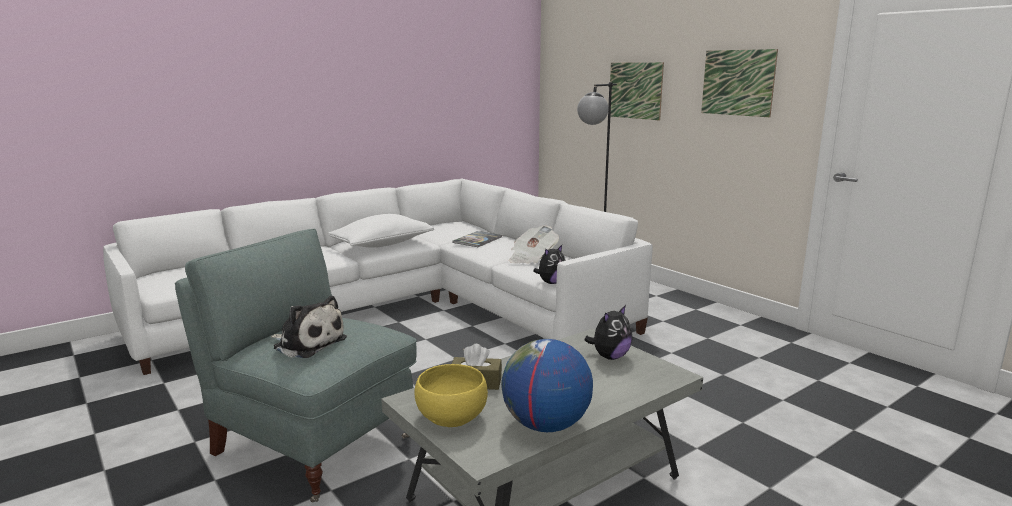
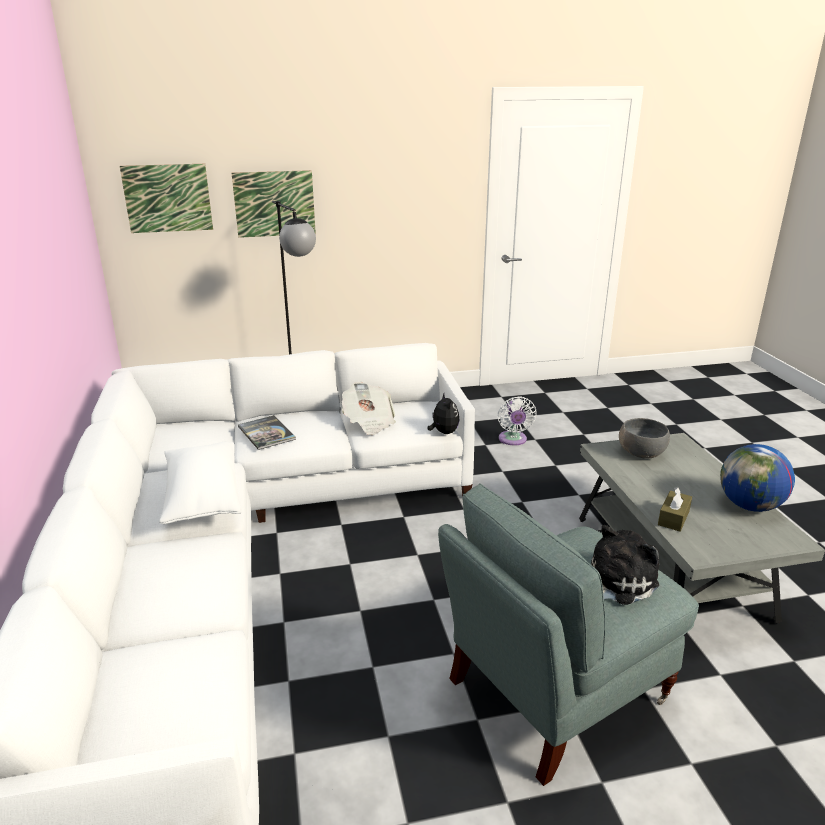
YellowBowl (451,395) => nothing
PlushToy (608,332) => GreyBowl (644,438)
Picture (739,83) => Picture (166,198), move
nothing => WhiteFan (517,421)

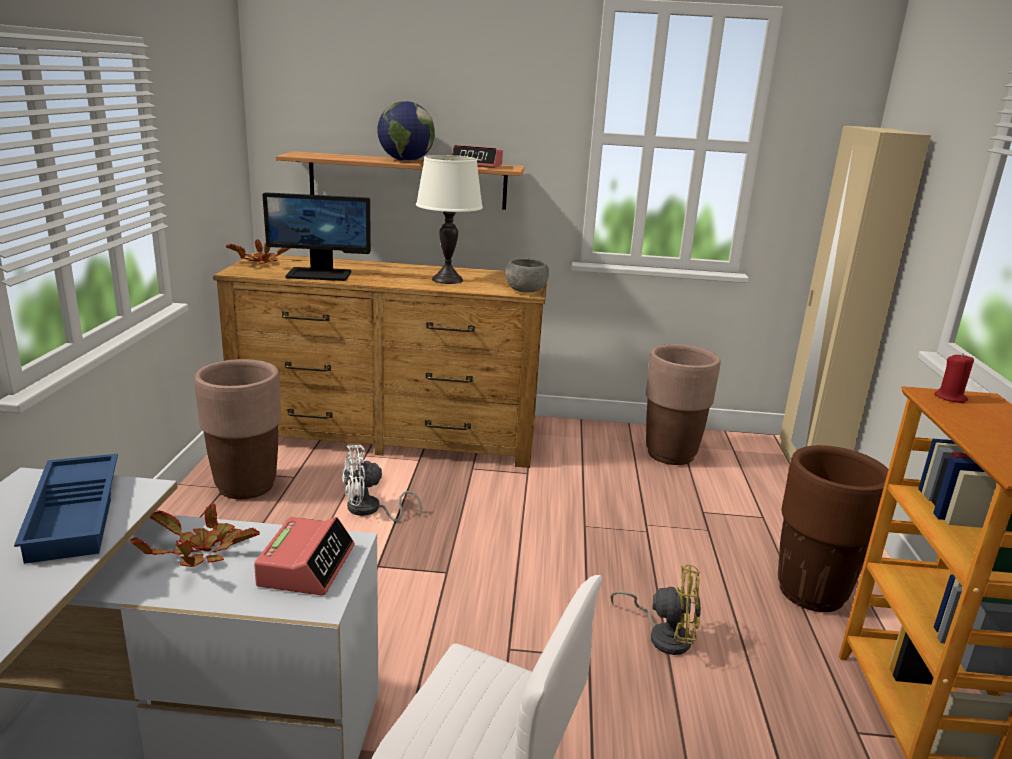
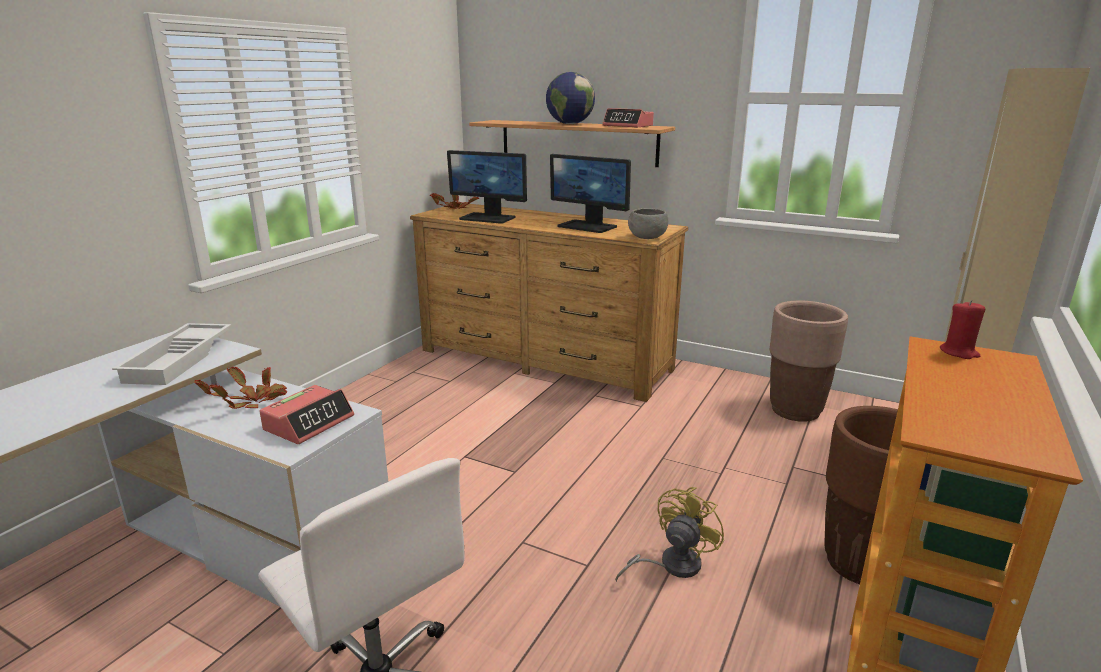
BlueTray (66,509) => WhiteTray (171,354)
BrownPlanter (237,429) => nothing
WhiteFan (382,483) => nothing
WhiteTableLamp (449,219) => Monitor (590,193)
YellowFan (656,610) => YellowFan (669,534), 90 degrees counterclockwise

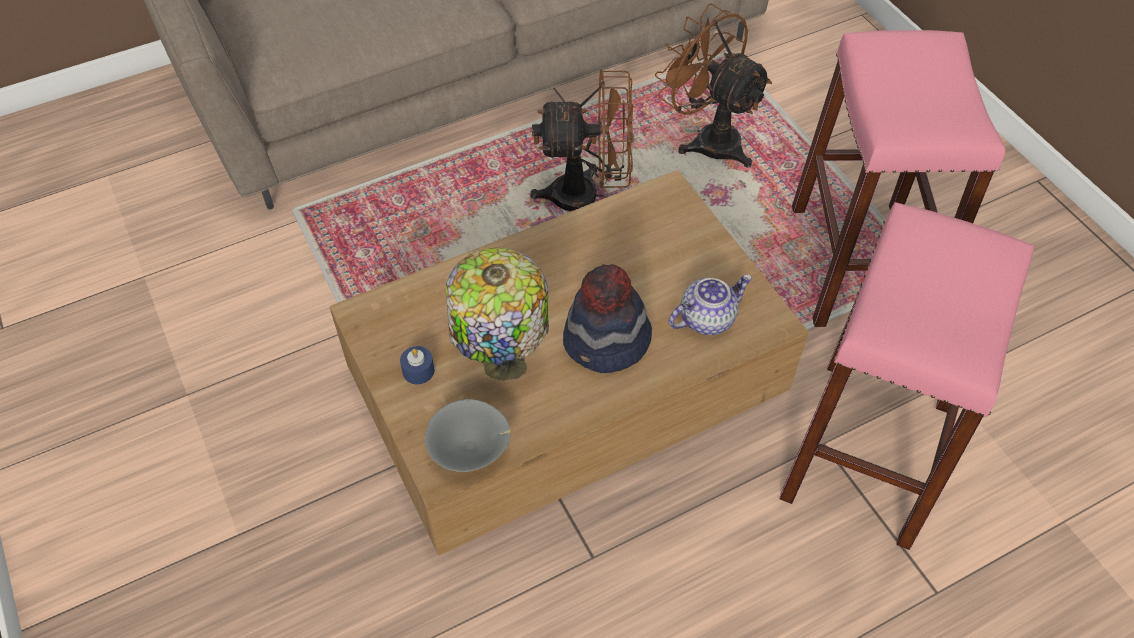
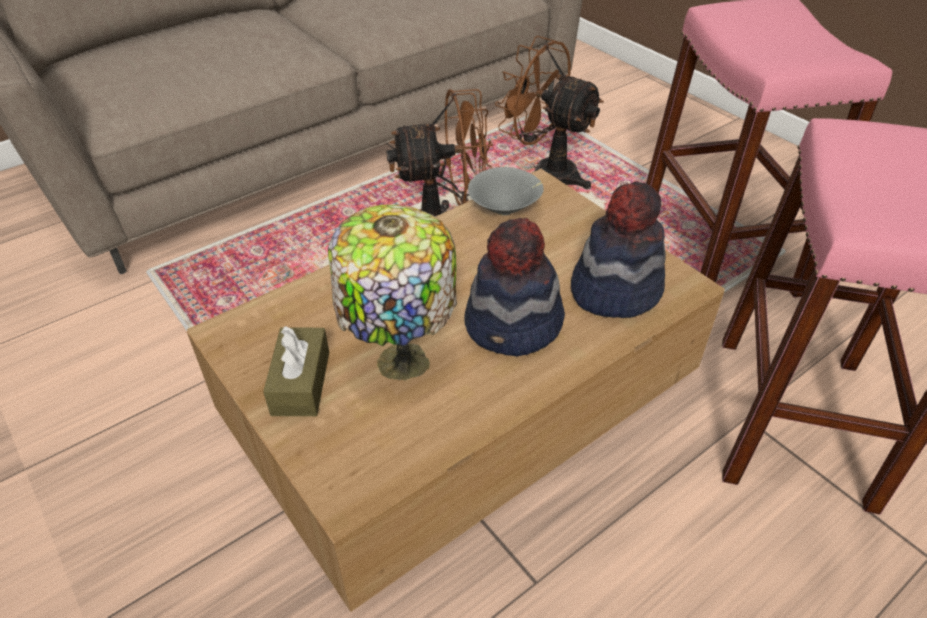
BlueCandle (417,365) => BrownTissueBox (296,371)
GreyBowl (468,435) => GreyBowl (506,191), move
Teapot (710,304) => Hat (618,249)

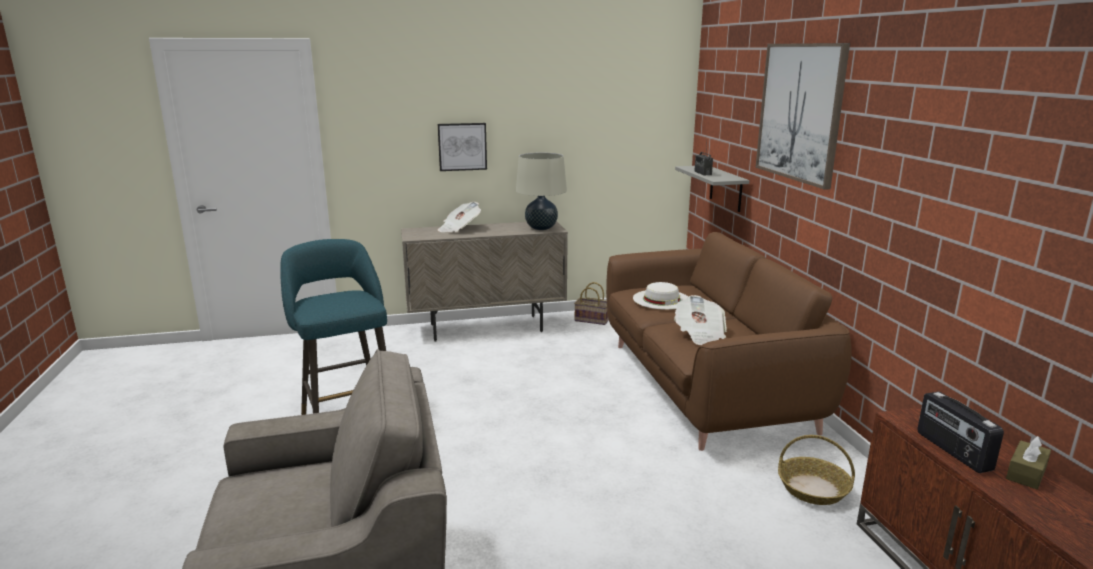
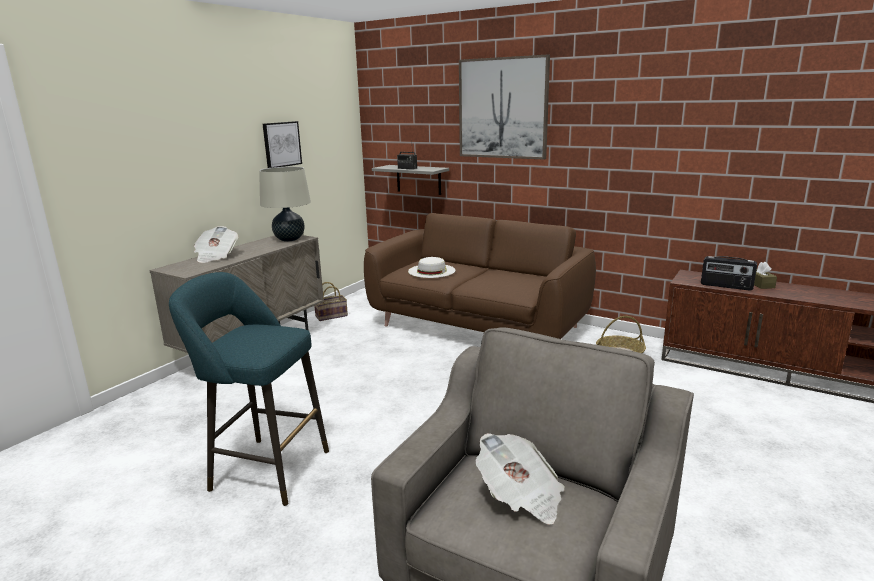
Picture (462,147) => Picture (282,144), move
Newspaper (700,320) => Newspaper (520,478), move

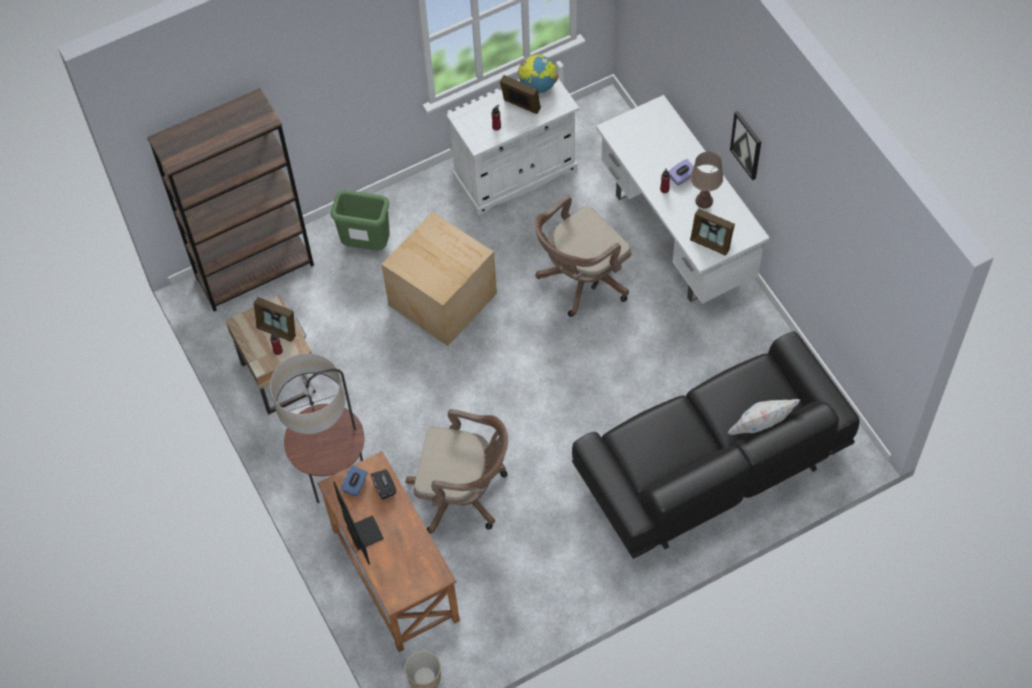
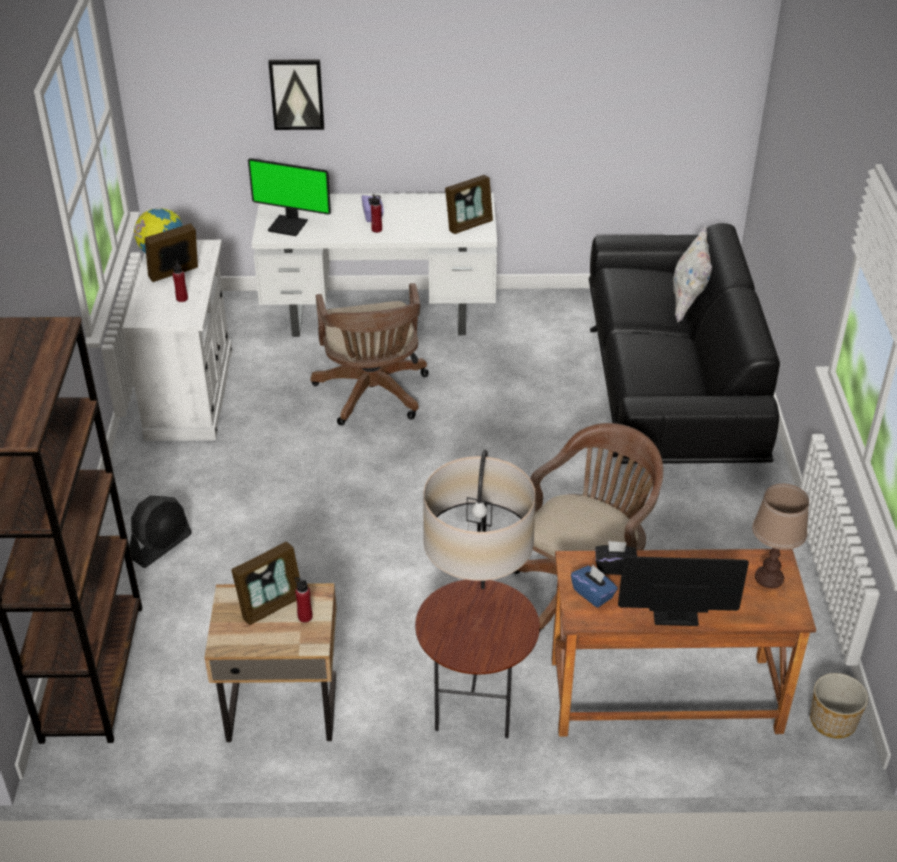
GreenTrashCan (360,220) => BlackFan (160,532)
CardboardBox (439,278) => nothing
BrownTableLamp (706,180) => BrownTableLamp (780,536), move
Picture (746,145) => Picture (296,94), move
nothing => Monitor (289,197)

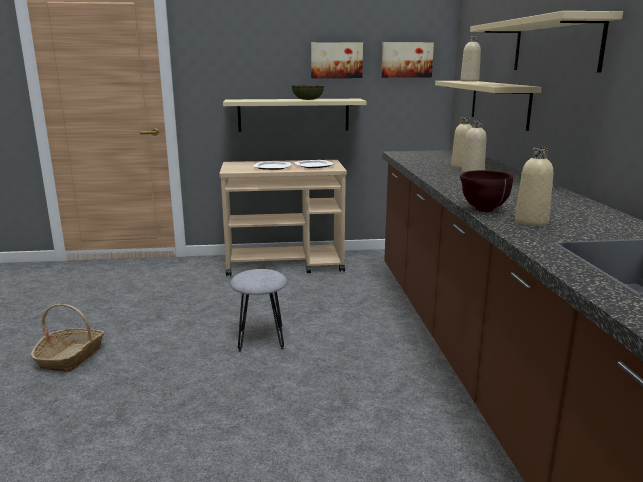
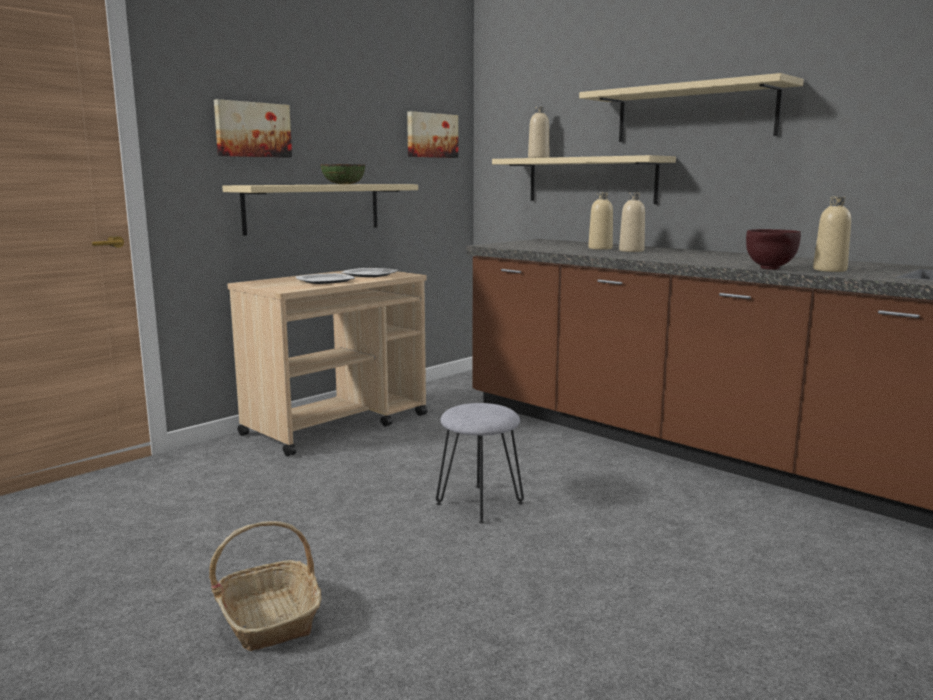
Picture (337,60) => Picture (253,128), move

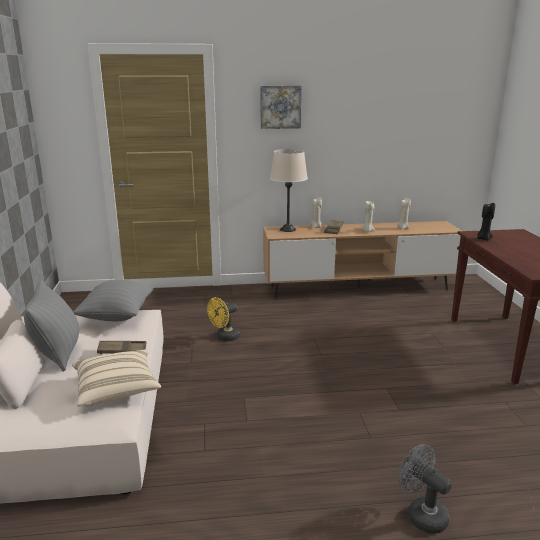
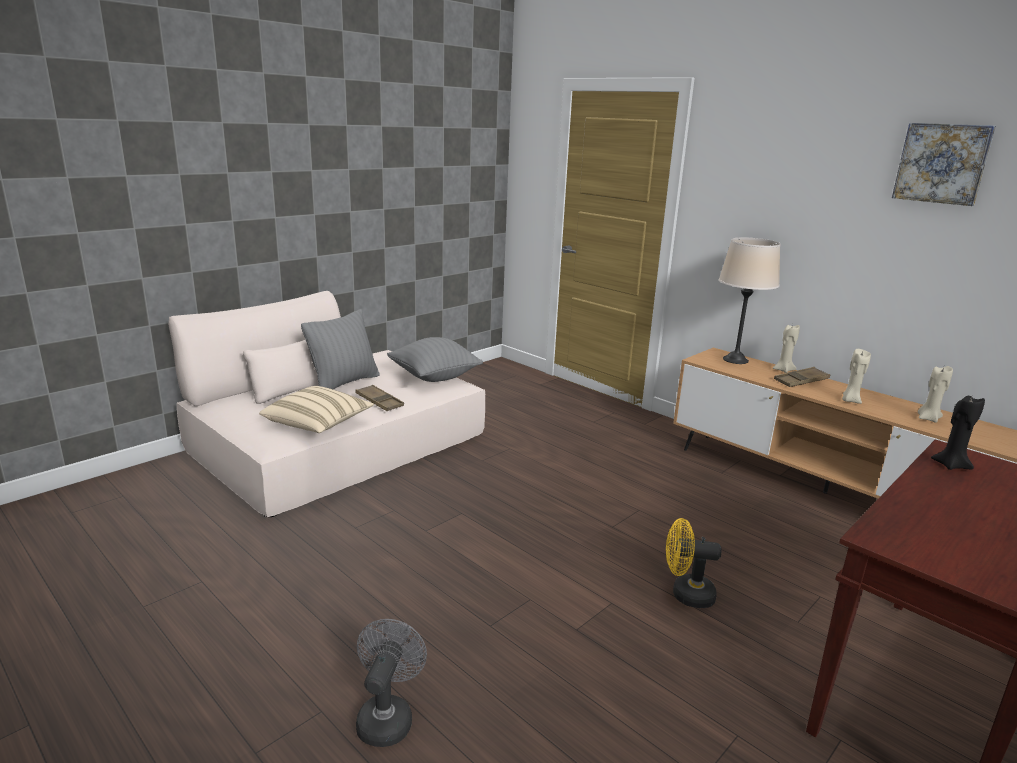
YellowFan (223,319) => YellowFan (694,563), move
Picture (281,107) => Picture (944,164), move

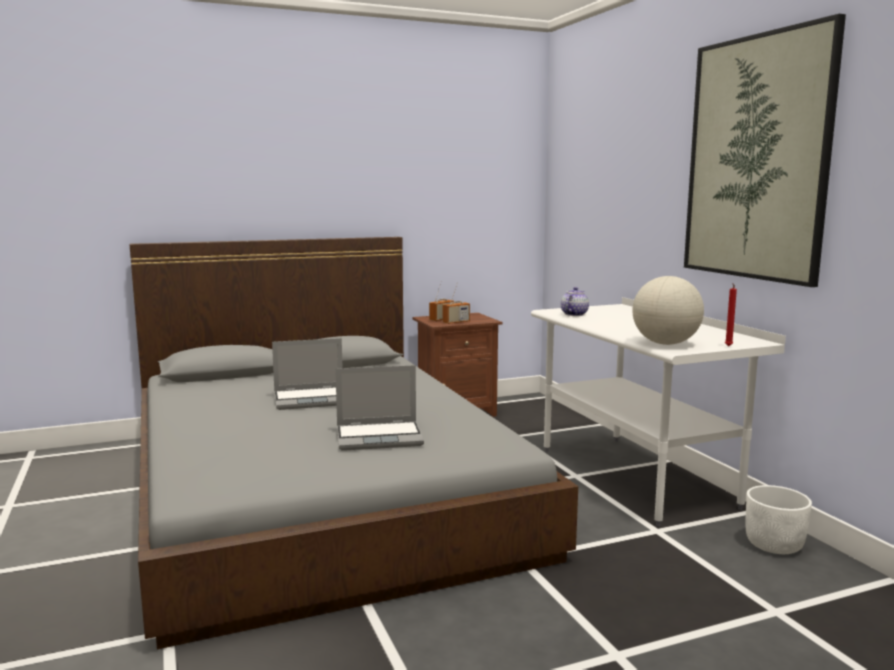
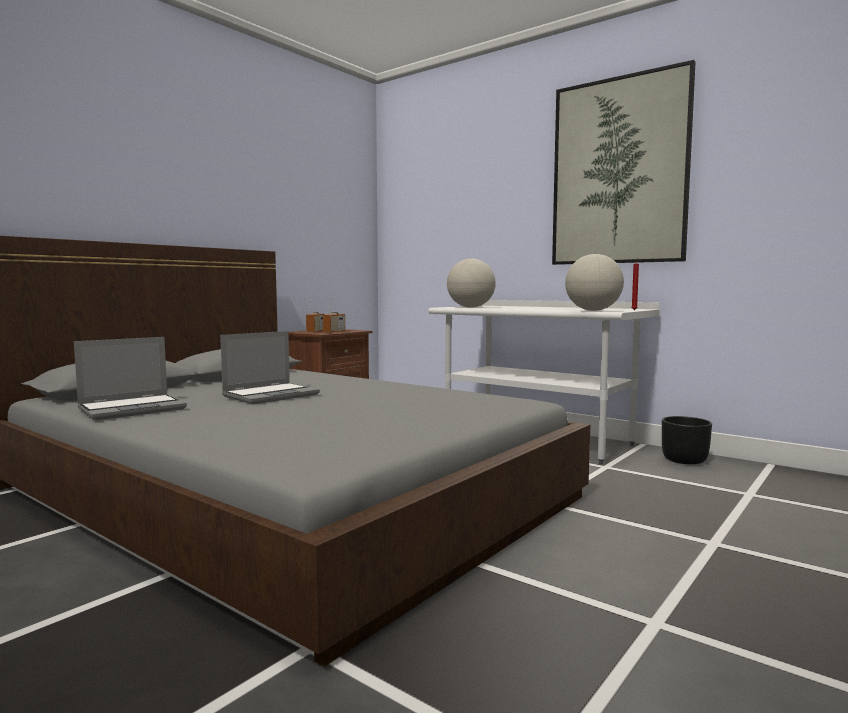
Laptop (379,408) => Laptop (130,378), move
Teapot (575,301) => Globe (471,283)
WhitePlanter (778,519) => BlackPlanter (687,440)

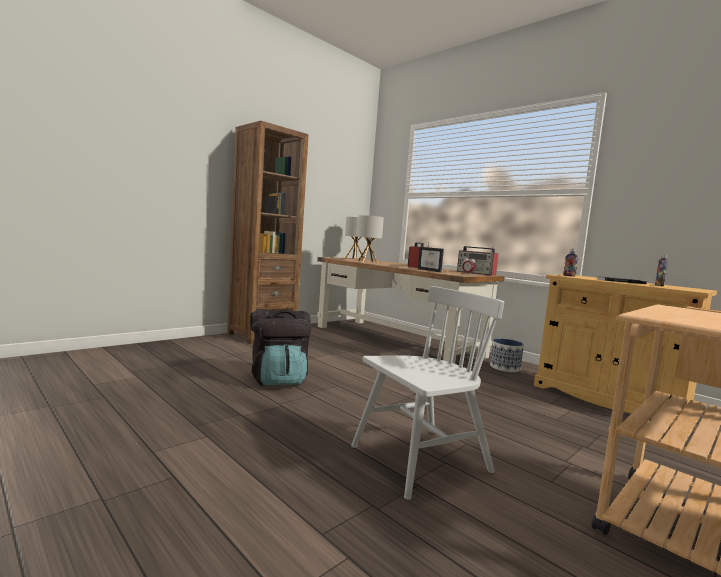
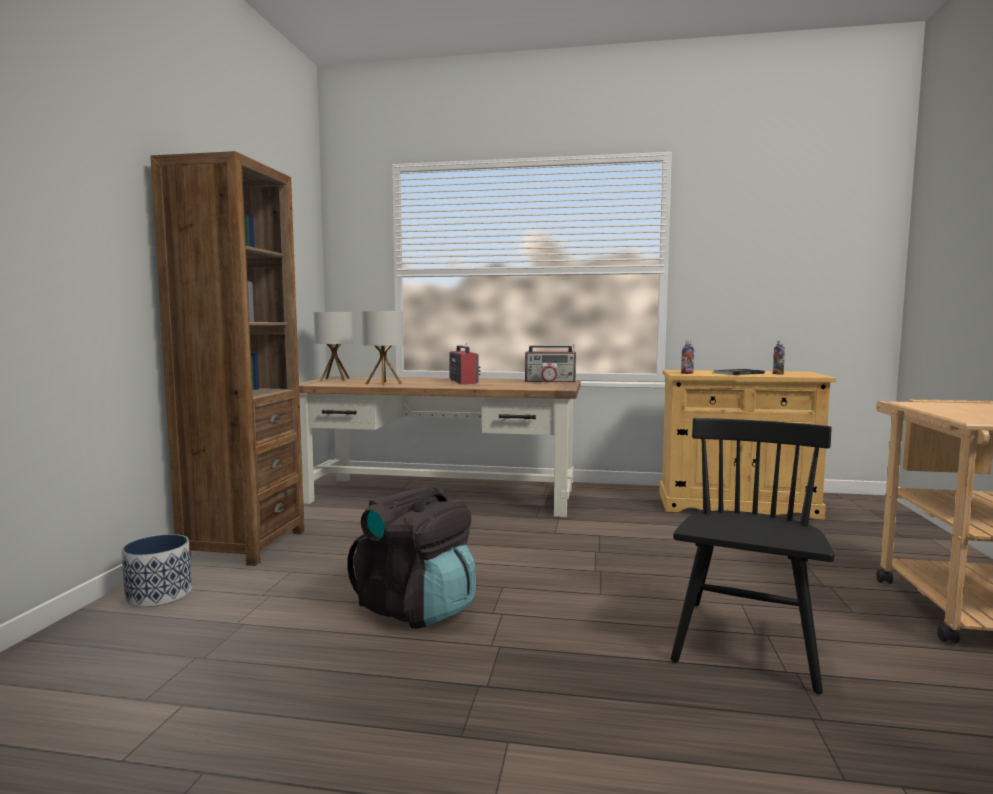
WhiteChair (427,393) => BlackChair (753,556)
PictureFrame (431,259) => nothing
Planter (507,355) => Planter (157,570), move

